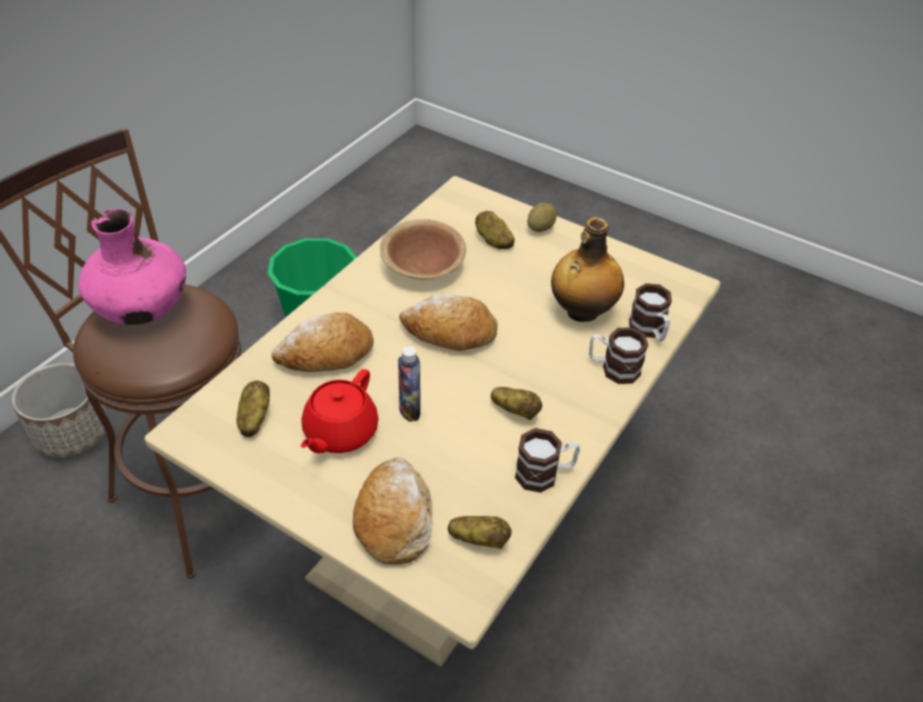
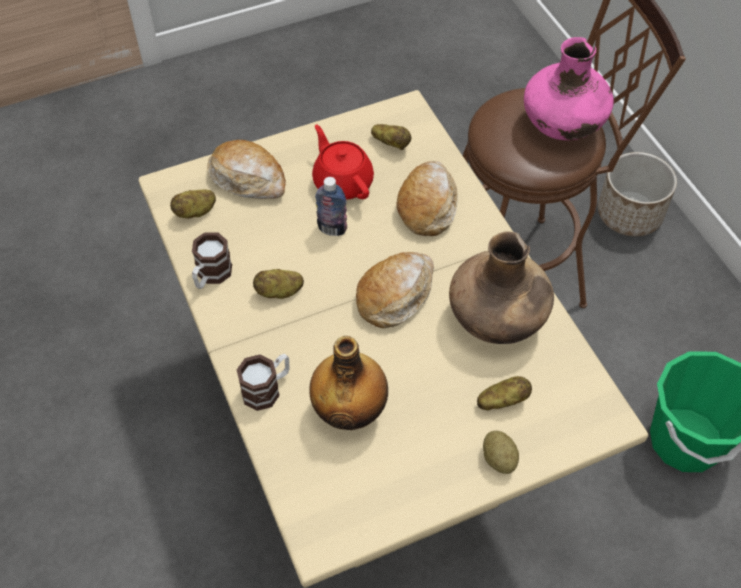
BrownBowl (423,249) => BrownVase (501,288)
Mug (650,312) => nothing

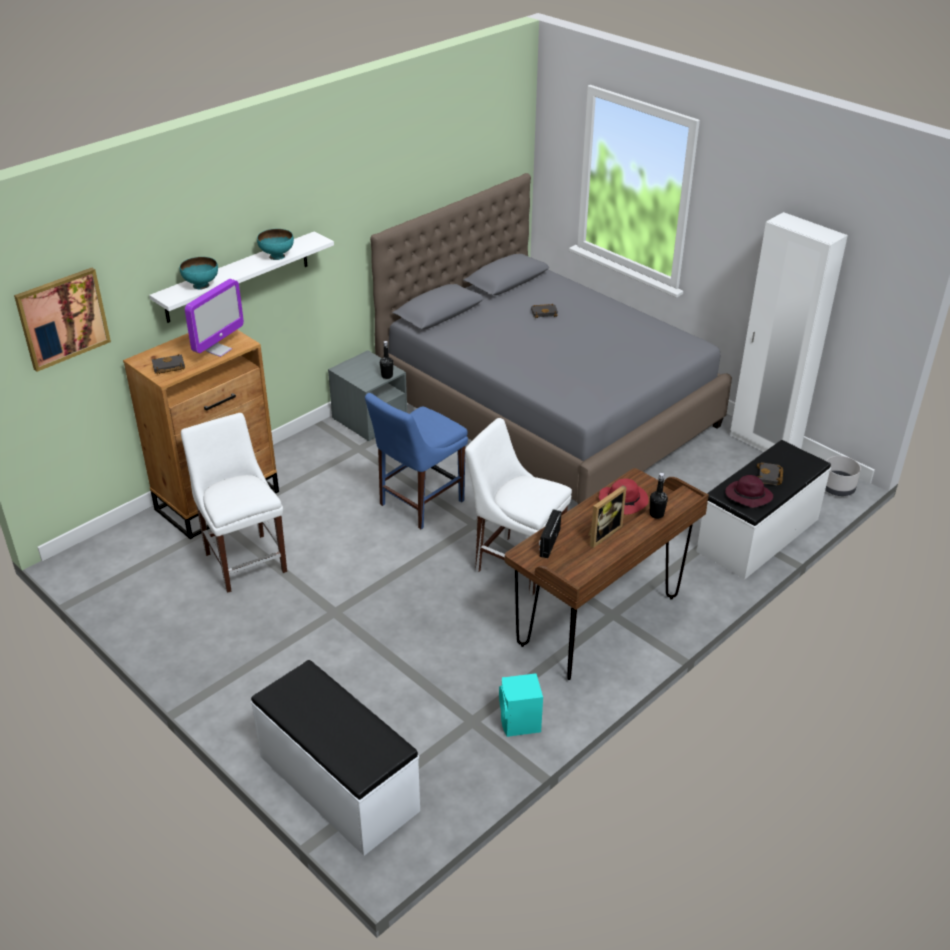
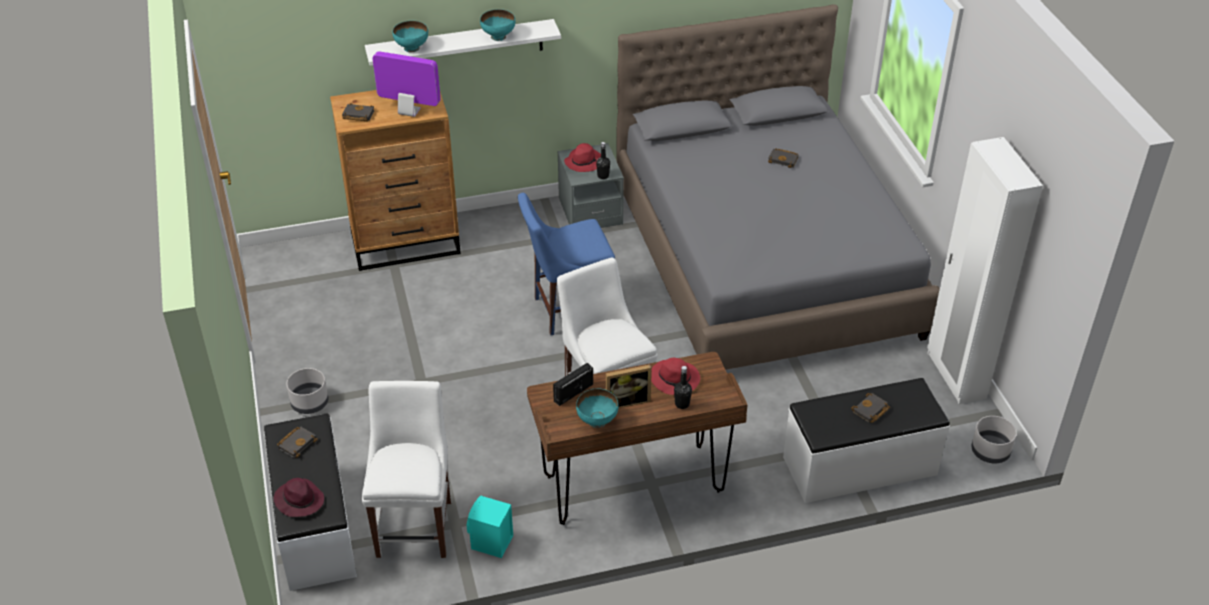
Picture (62,320) => nothing
WhiteChair (234,503) => WhiteChair (407,469), move
Monitor (214,318) => Monitor (406,84), 135 degrees counterclockwise
PurpleHat (749,491) => PurpleHat (299,497), move
nothing => BlackBook (297,442)
nothing => GreyPlanter (307,391)
nothing => RedHat (582,157)
nothing => TurquoiseBowl (597,408)

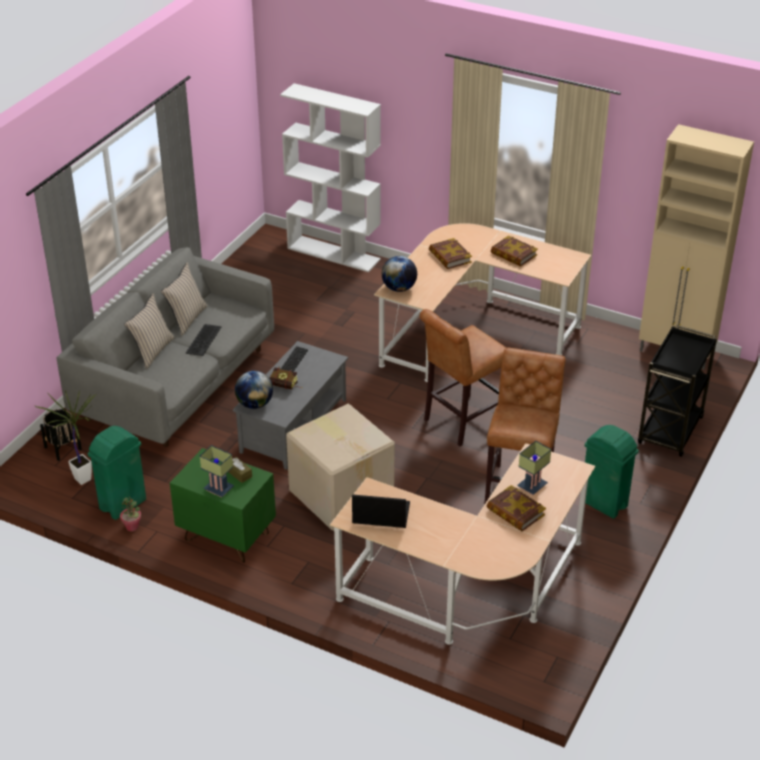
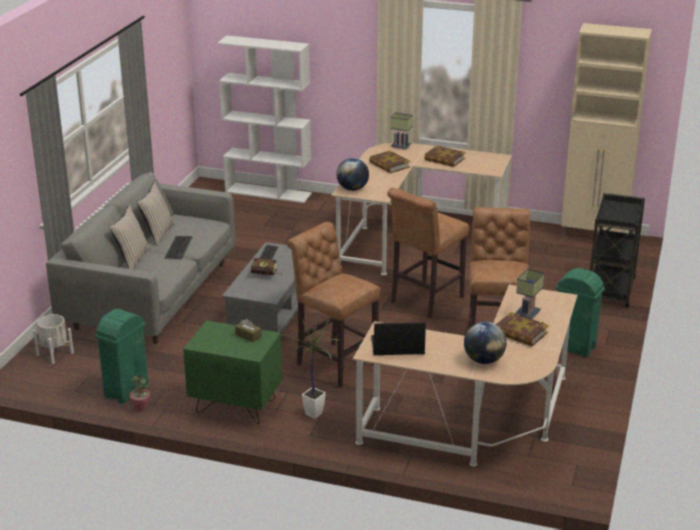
PottedPlant (66,437) => PottedPlant (309,368), move
BlackPlanter (61,435) => WhitePlanter (53,339)
TableLamp (217,471) => TableLamp (401,131), move
Globe (254,390) => Globe (485,343), move
CardboardBox (340,467) => BrownStool (334,304)

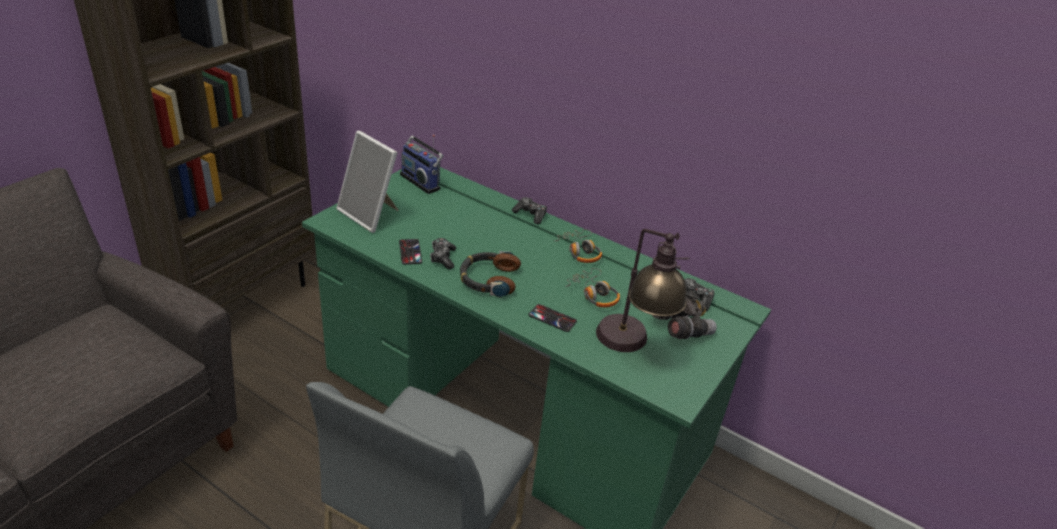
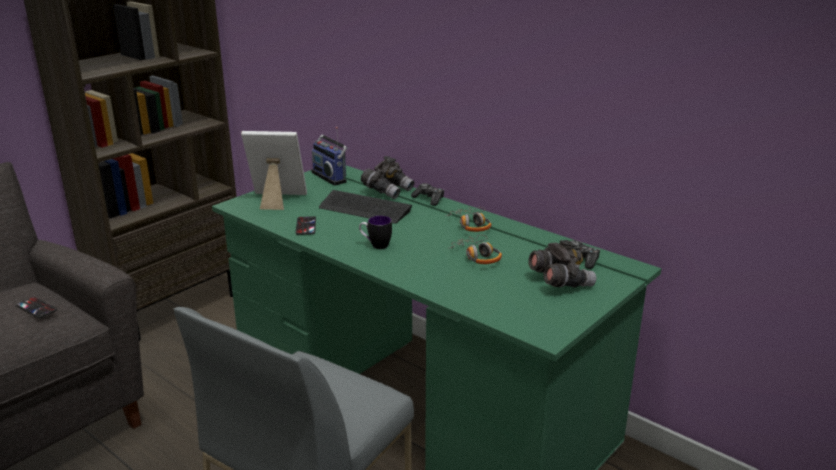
PictureFrame (367,182) => PictureFrame (274,170), 135 degrees clockwise
GameController (443,253) => nothing
Headphones (490,274) => Mug (375,232)
Phone (552,318) => Phone (36,307), move
TableLamp (643,290) => nothing
nothing => Keyboard (365,207)
nothing => GreyBinoculars (388,177)

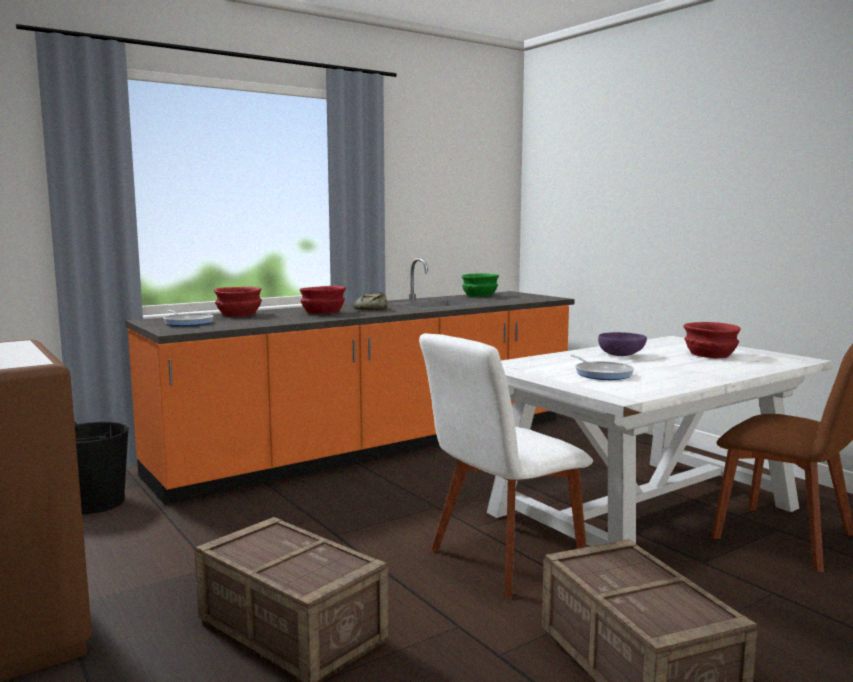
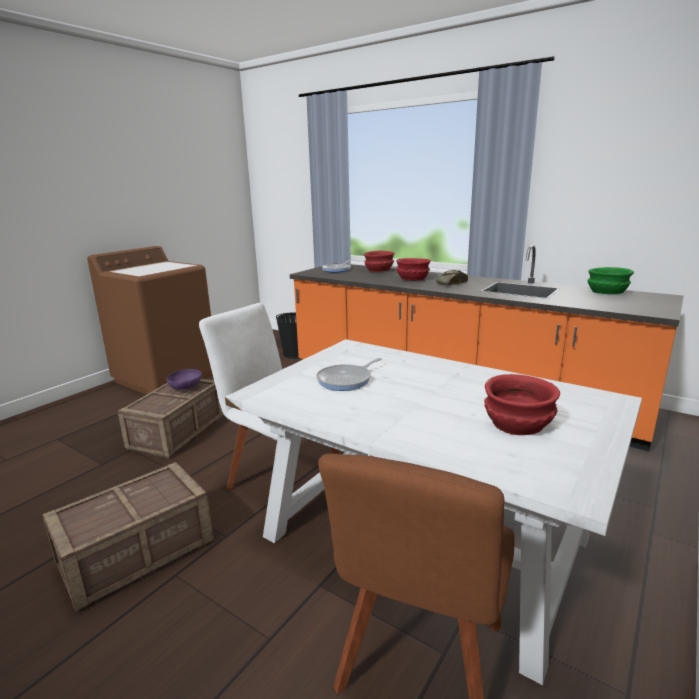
PurpleBowl (622,344) => PurpleBowl (184,379), move

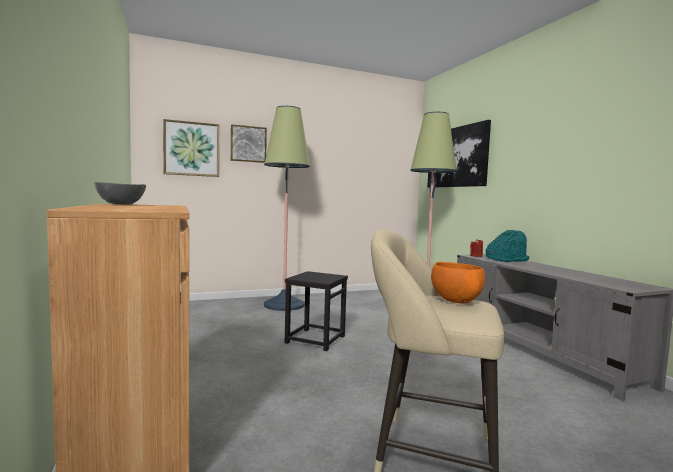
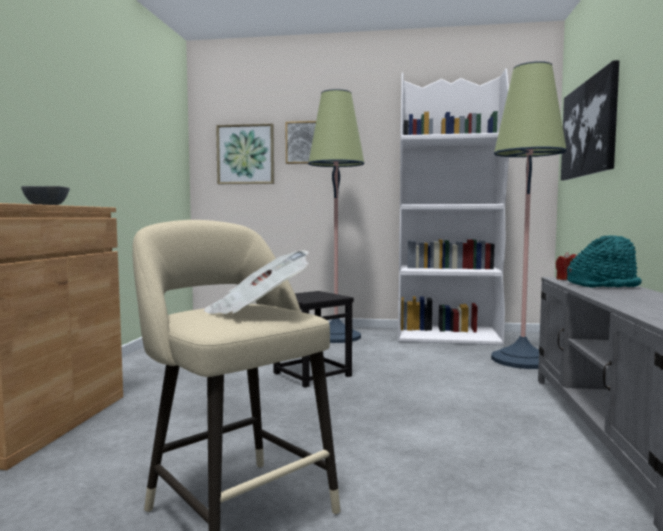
OrangeBowl (458,283) => Newspaper (257,282)
nothing => WhiteBookcase (453,206)

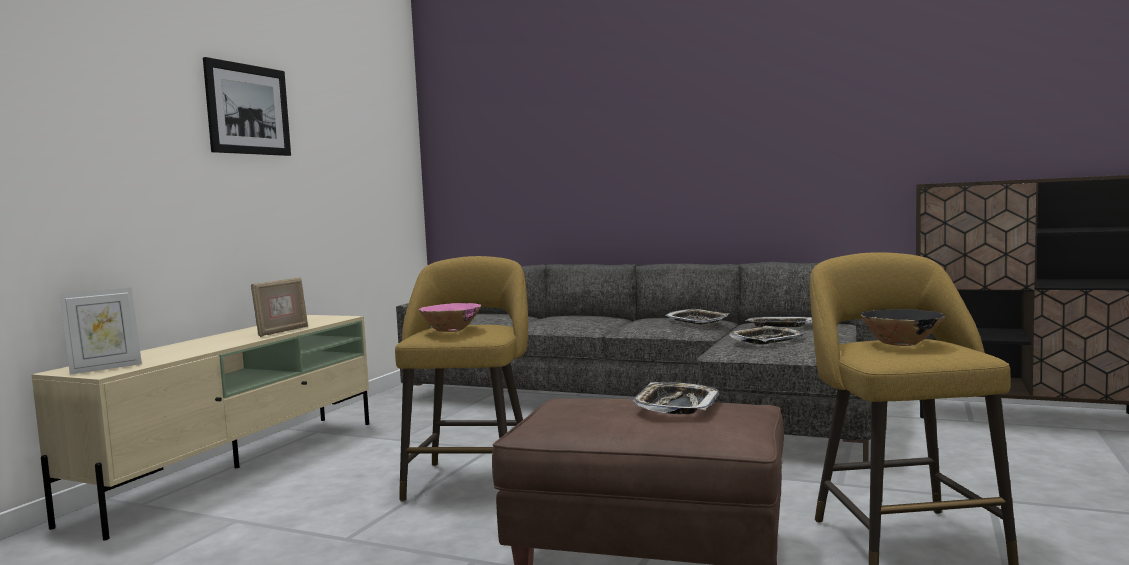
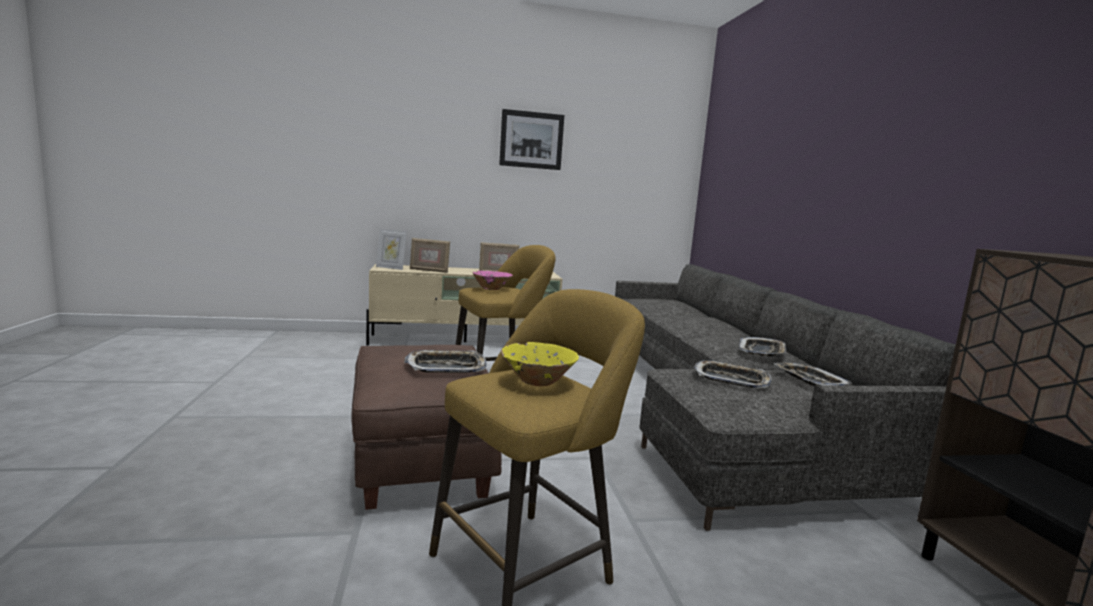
BlackBowl (903,327) => YellowBowl (540,364)
nothing => PictureFrame (430,255)

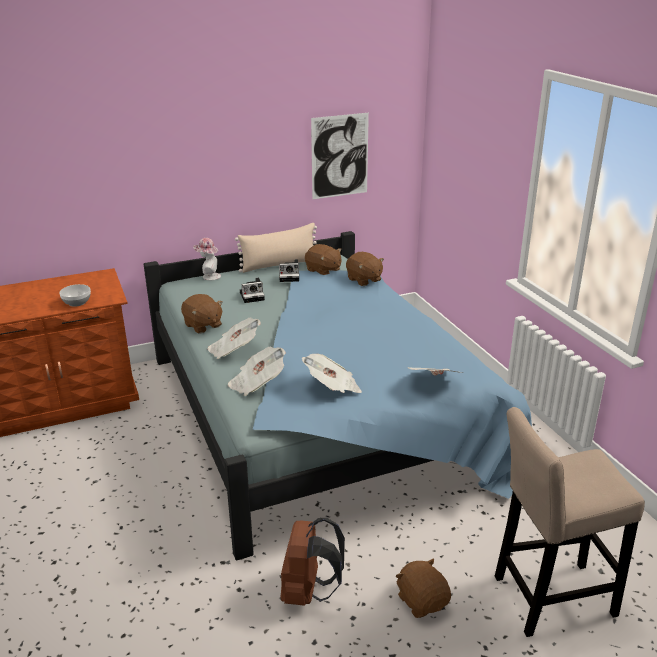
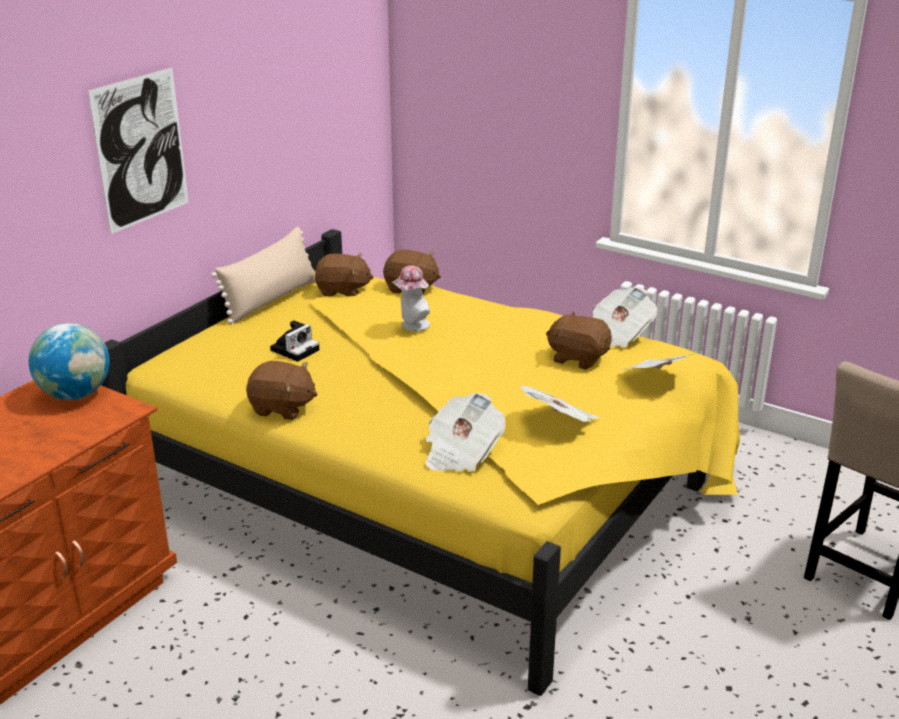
Bowl (75,295) => nothing
BlueBed (338,395) => YellowBed (420,462)
Hat (207,259) => Hat (411,298), move
Newspaper (234,338) => Newspaper (624,317), move
PhotoCamera (289,270) => nothing
BrownBackpack (313,562) => nothing
Picture (340,156) => Picture (138,151), move
BrownPlushToy (423,588) => BrownPlushToy (579,340), move
nothing => Globe (69,361)

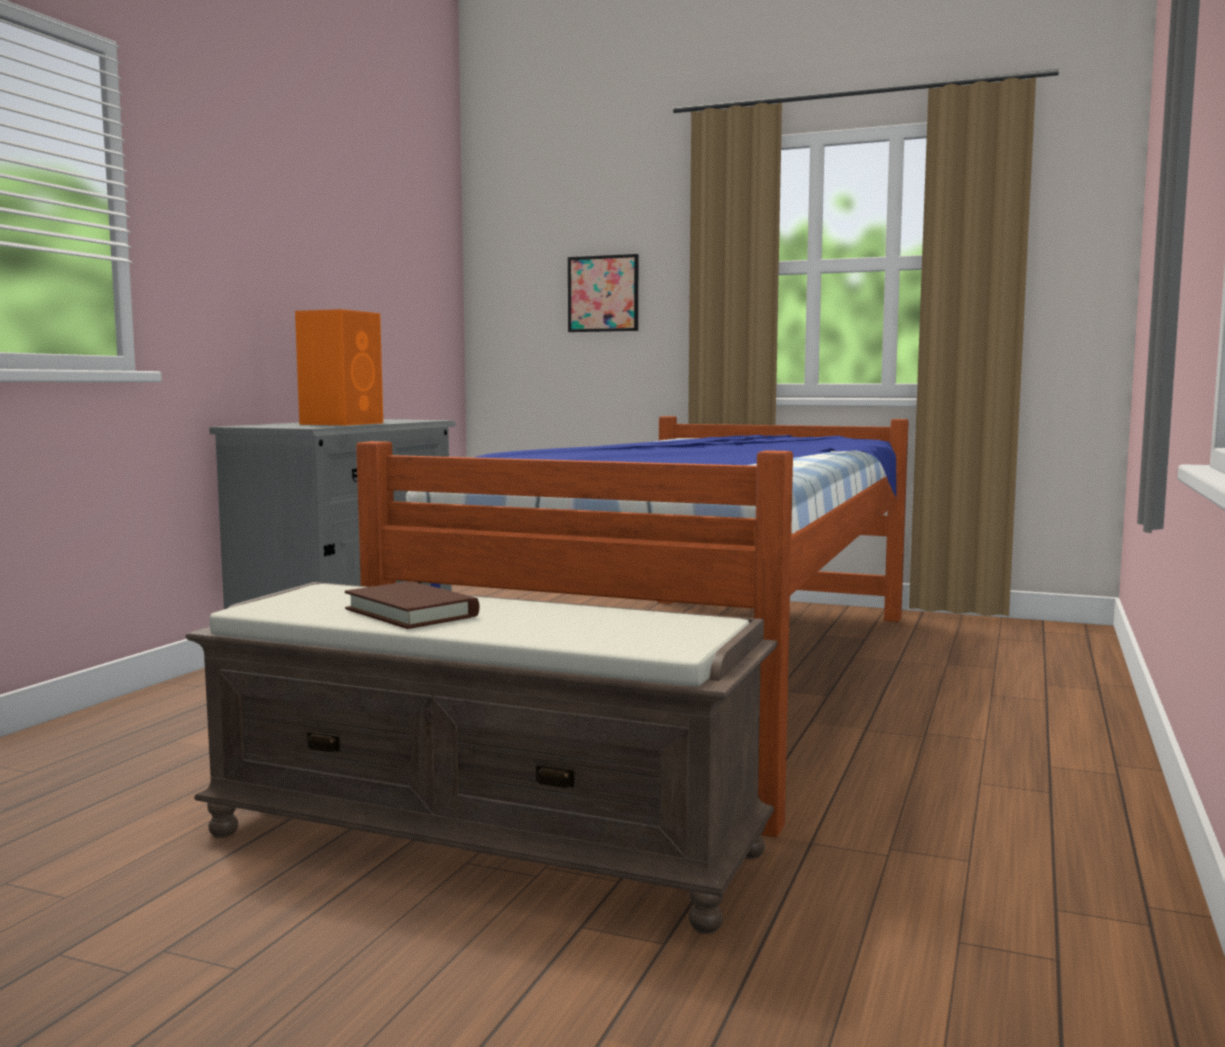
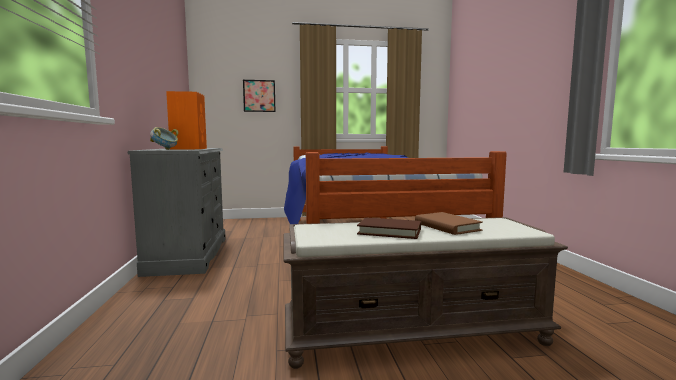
nothing => Bowl (164,138)
nothing => BrownBook (449,223)

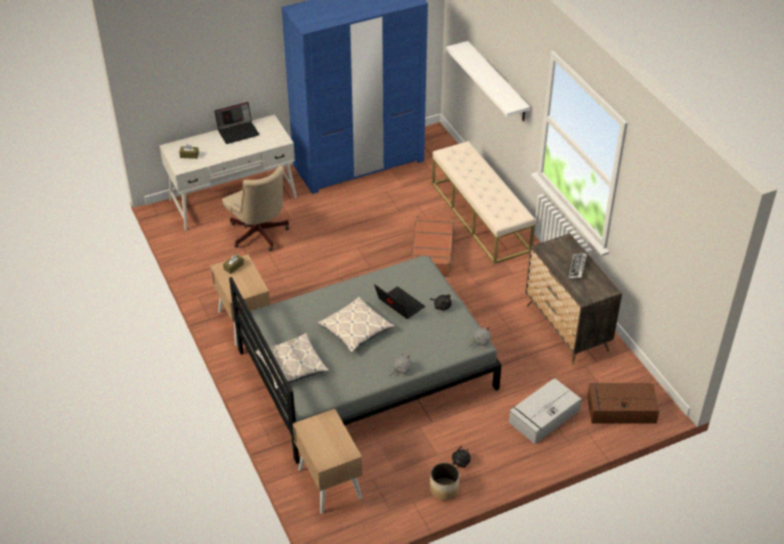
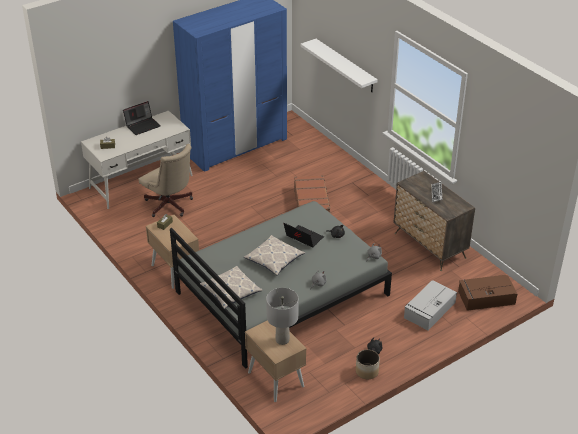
BeigeBench (483,202) => nothing
nothing => GreyTableLamp (282,316)

